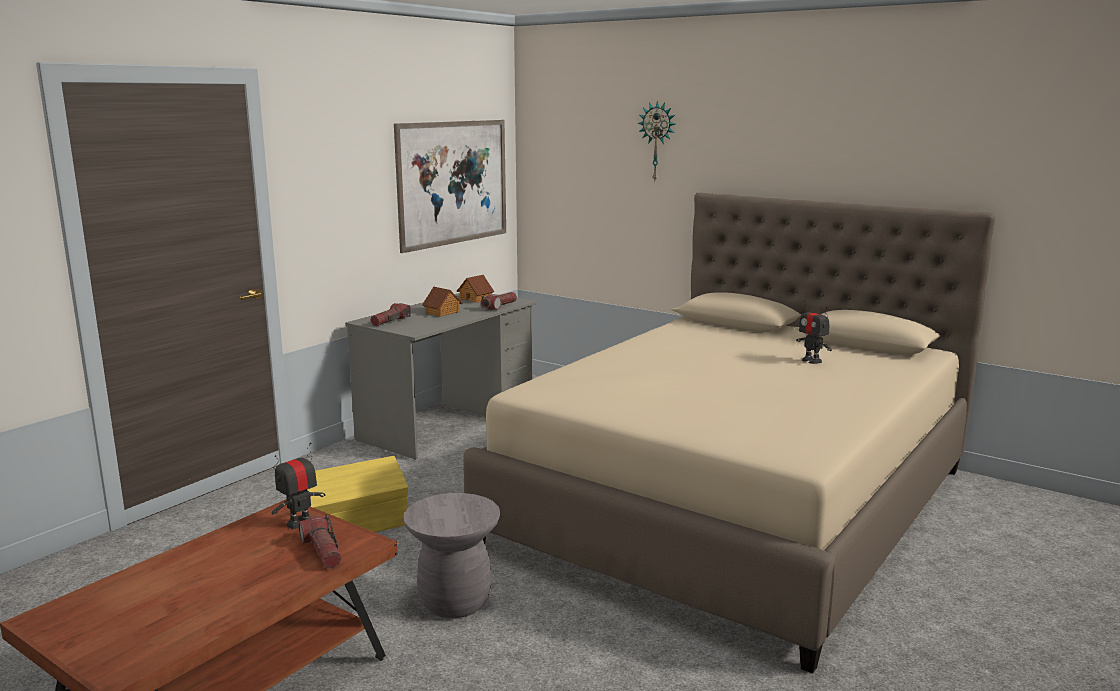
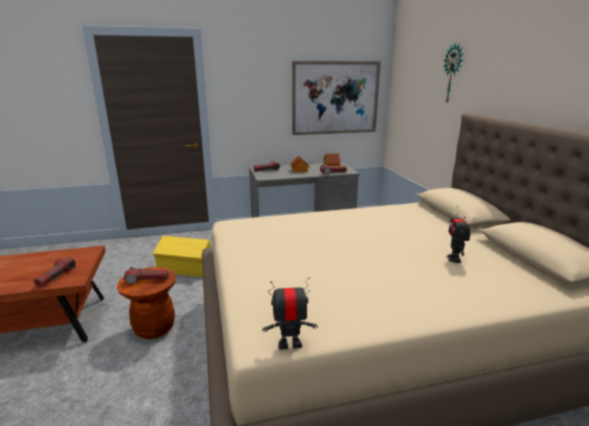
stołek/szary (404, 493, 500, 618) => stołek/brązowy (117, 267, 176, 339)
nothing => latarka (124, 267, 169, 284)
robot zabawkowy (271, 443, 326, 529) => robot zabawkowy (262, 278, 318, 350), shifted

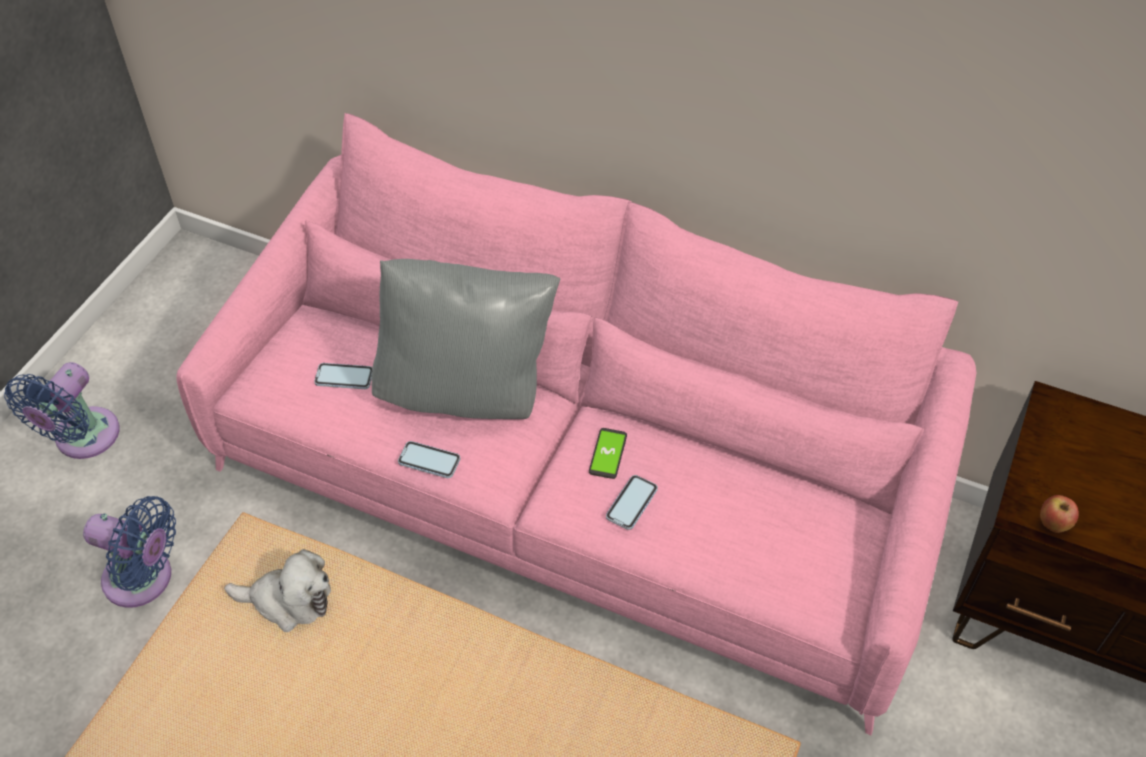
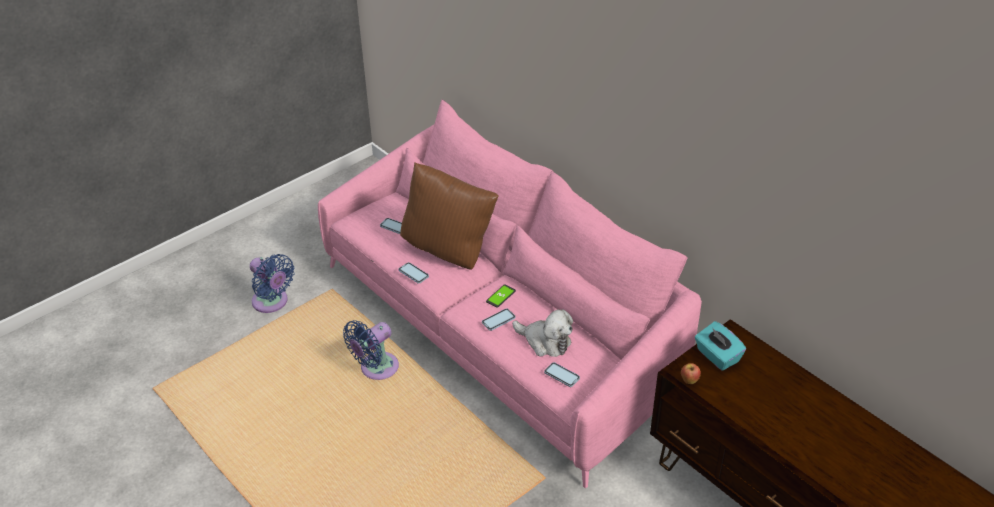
wentylator/niebieski (4, 362, 120, 459) => wentylator/niebieski (343, 320, 399, 380), shifted
poduszka/szary (372, 259, 560, 419) => poduszka/brązowy (400, 162, 499, 270)
pluszak (224, 549, 331, 632) => pluszak (512, 310, 573, 357), shifted
nothing => telefon (544, 362, 580, 387)
nothing => pudełko chusteczek/turkusowy (695, 321, 746, 371)

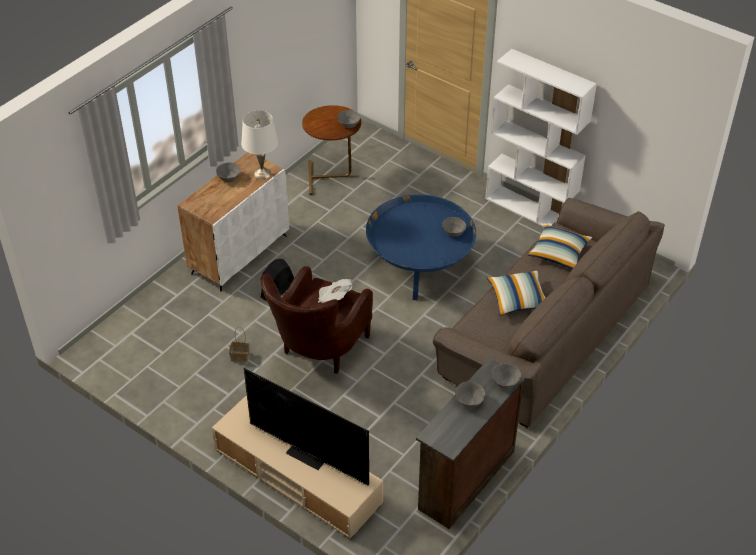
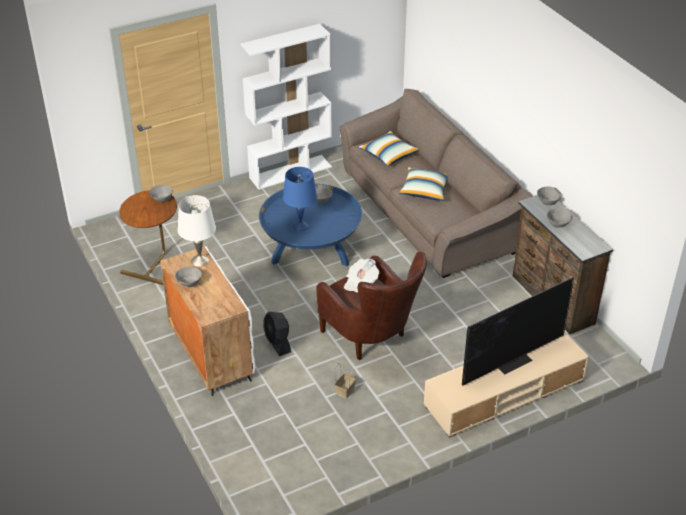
nothing => lampa stołowa/niebieski (283, 167, 317, 231)

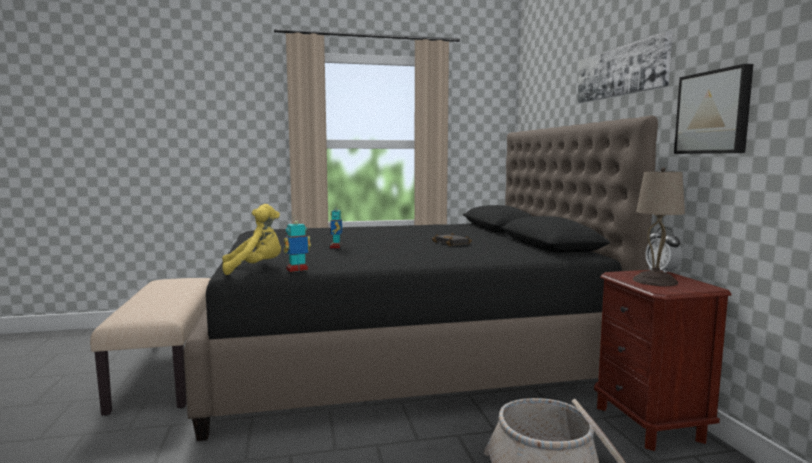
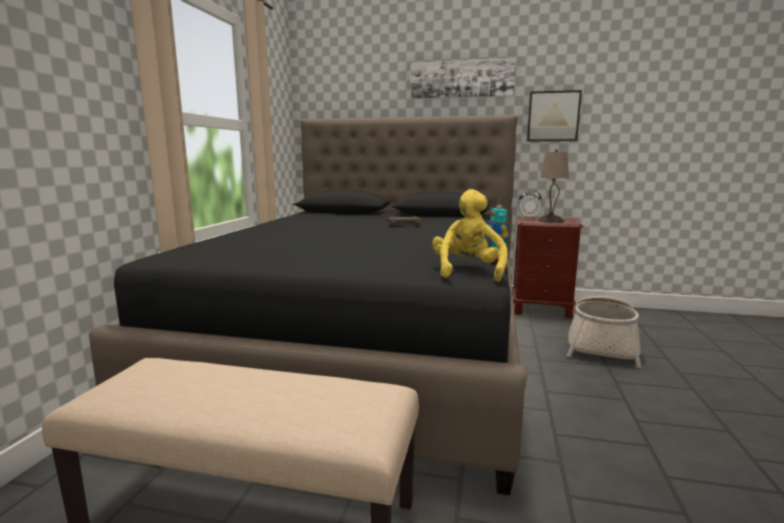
robot zabawkowy (330, 208, 342, 249) => nothing

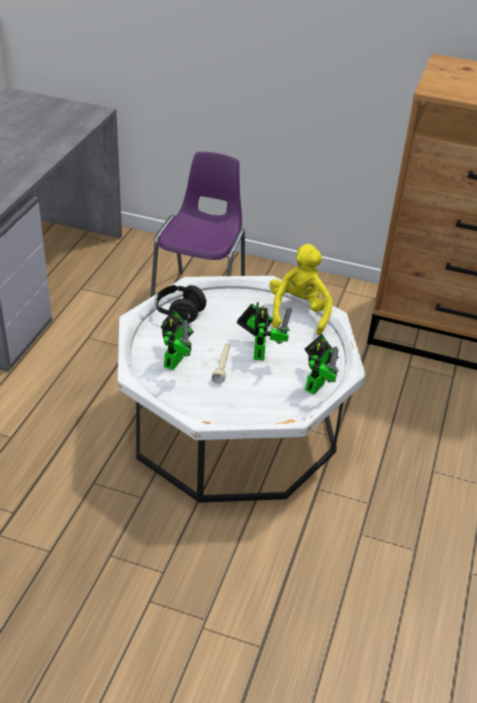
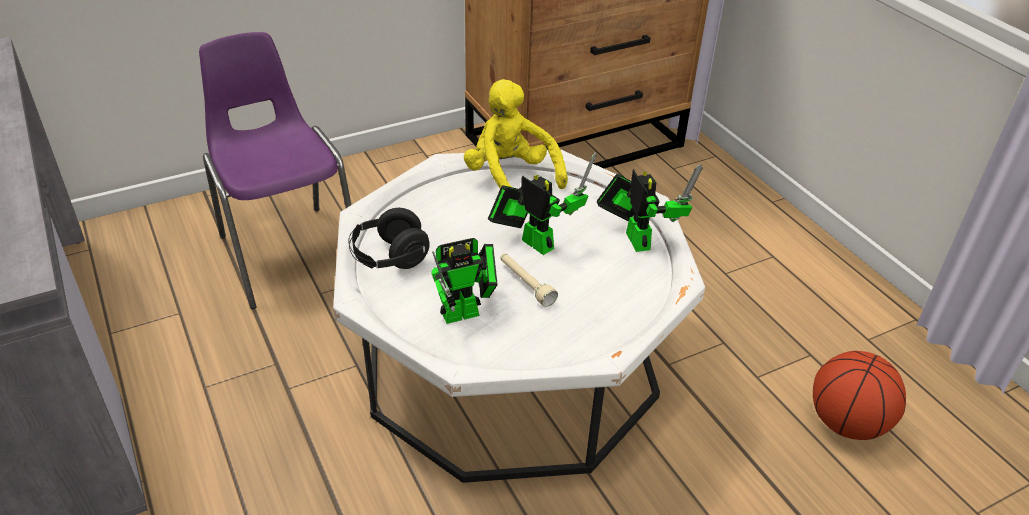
robot zabawkowy (161, 310, 194, 370) => robot zabawkowy (431, 238, 497, 324), 90 degrees clockwise
nothing => piłka do koszykówki (813, 351, 906, 440)

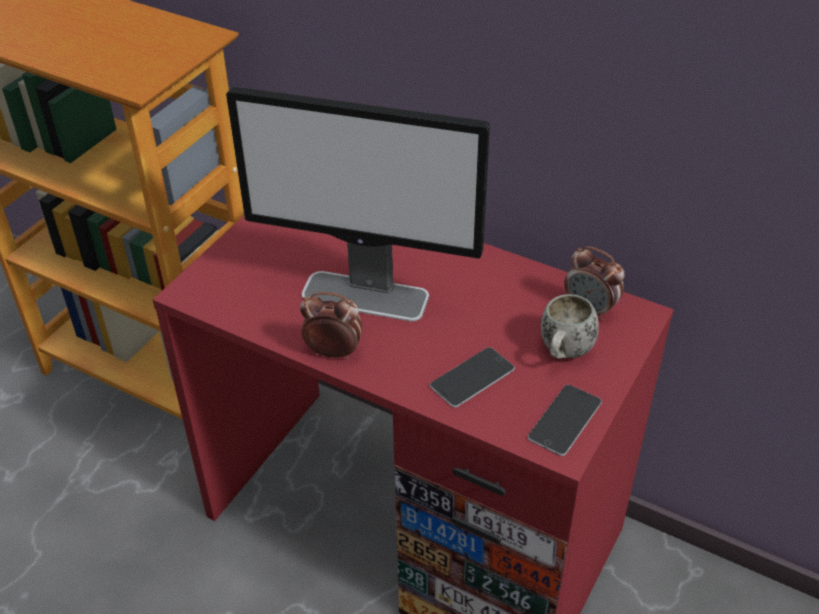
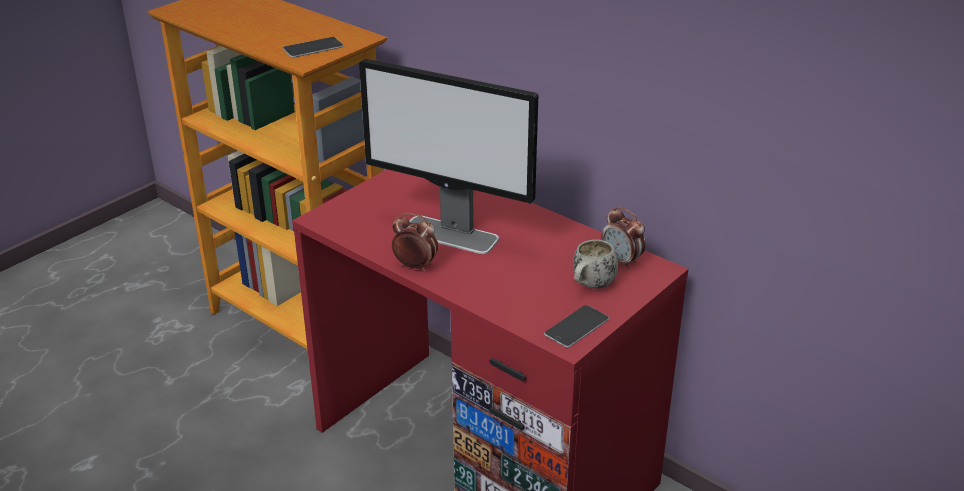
telefon (430, 347, 515, 408) => telefon (283, 37, 344, 58), shifted

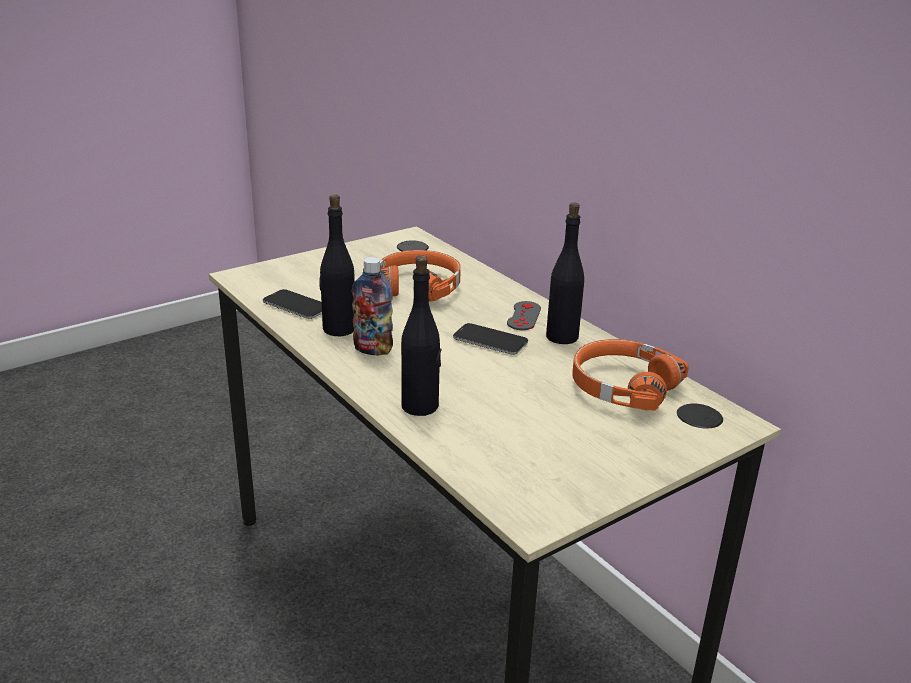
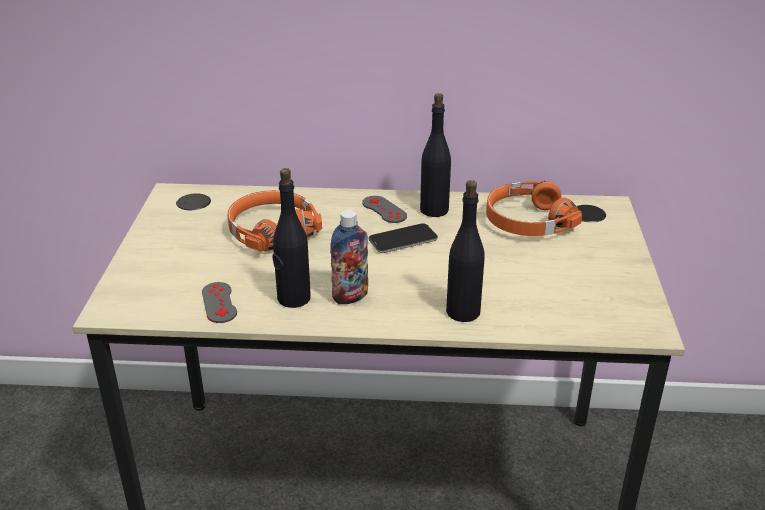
telefon (263, 289, 322, 319) => pad do gier/szary (202, 282, 237, 323)

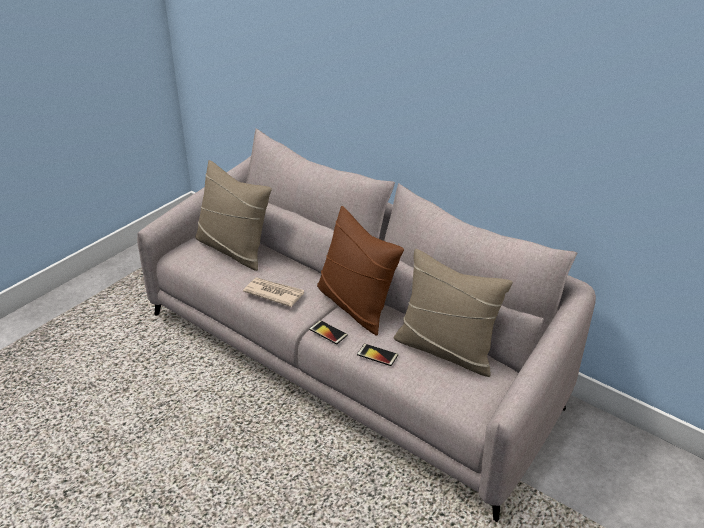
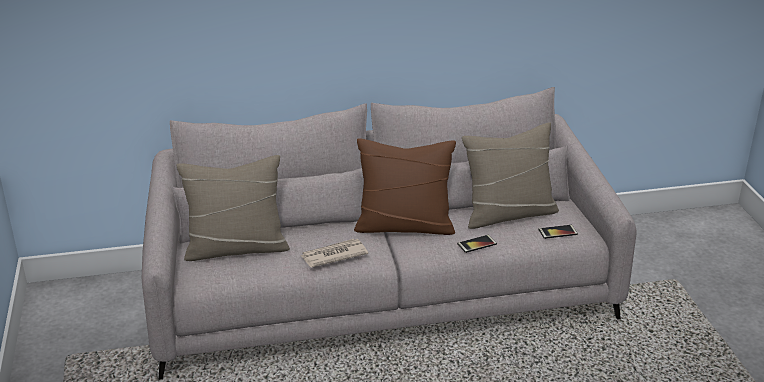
telefon (309, 320, 348, 344) => telefon (538, 225, 578, 239), shifted

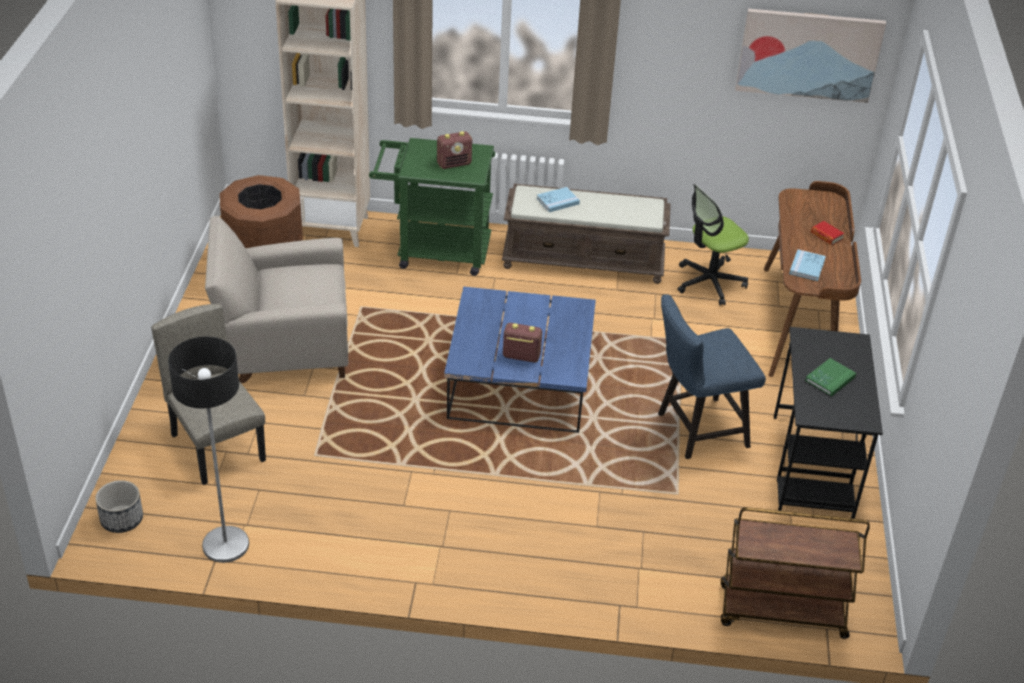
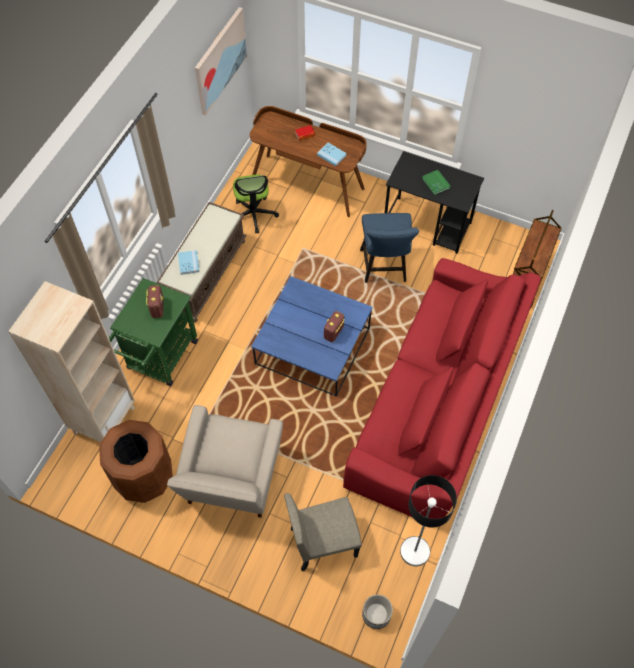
nothing => kanapa/czerwony (343, 258, 541, 519)

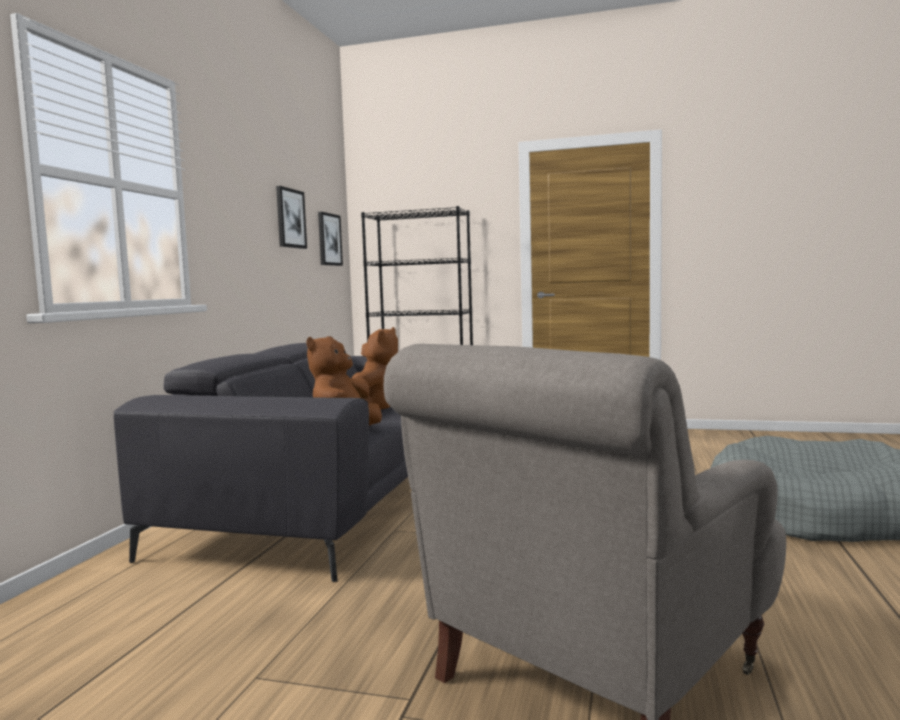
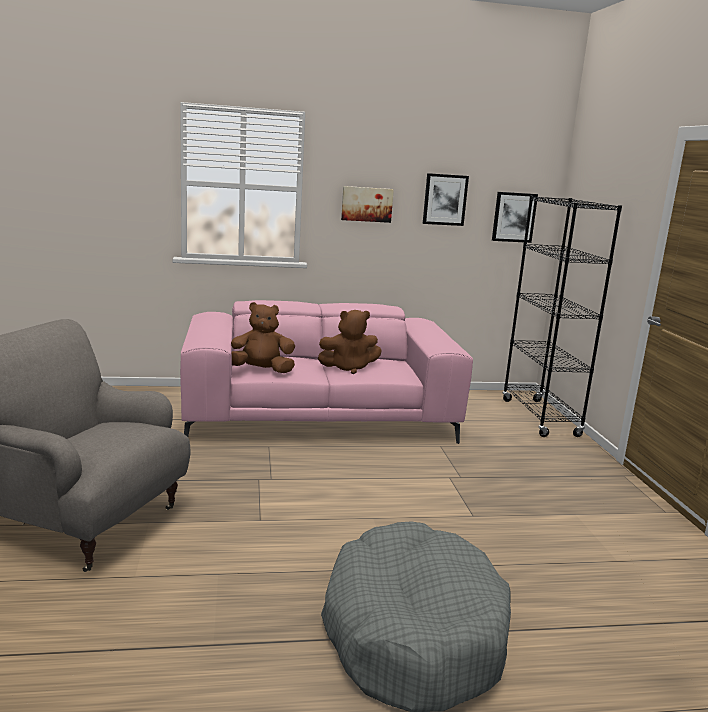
kanapa/szary (114, 343, 408, 582) => kanapa/różowy (180, 300, 473, 444)
nothing => obraz (341, 186, 394, 223)

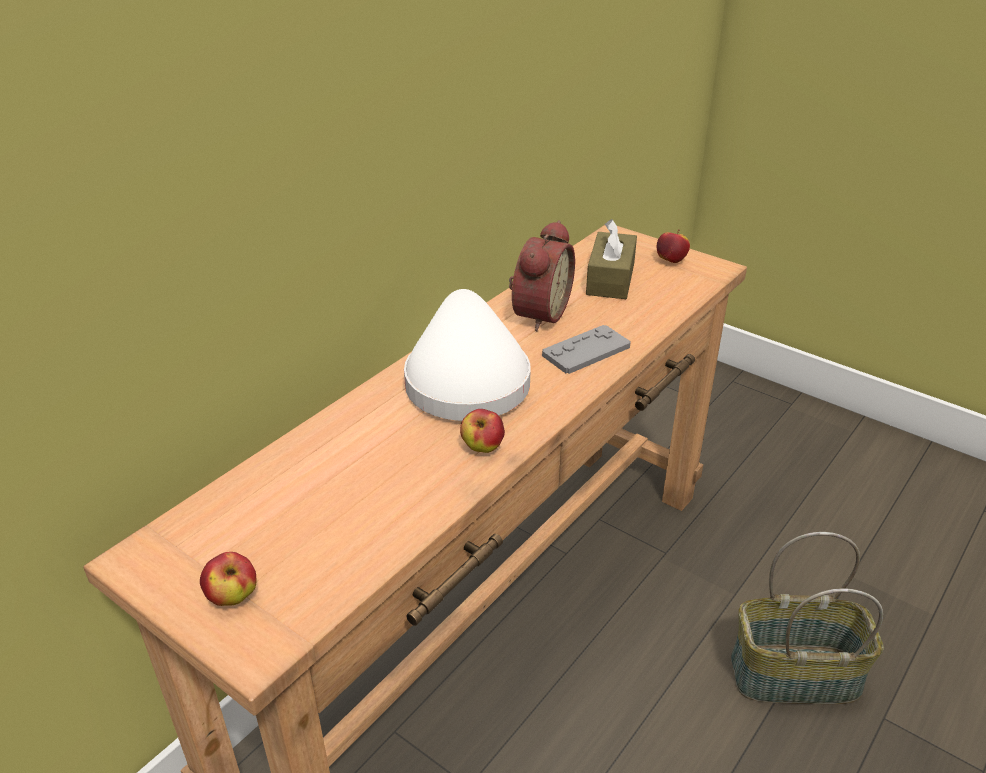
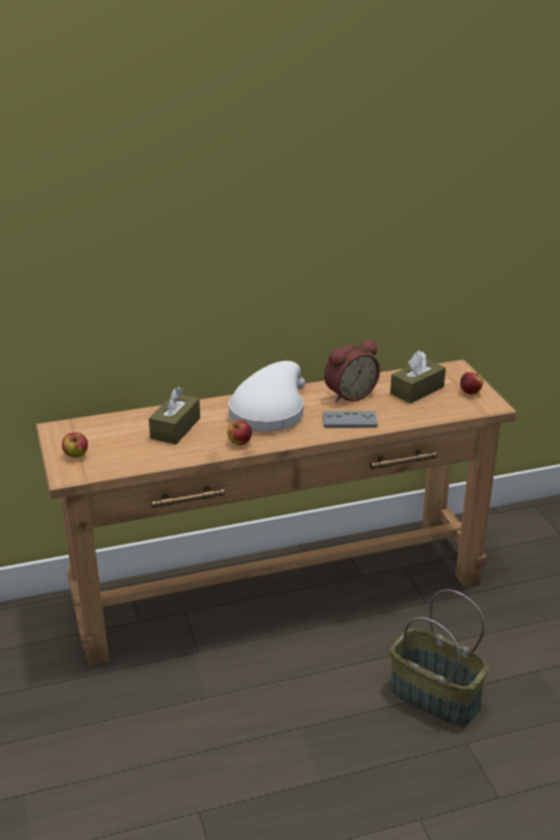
nothing => pudełko chusteczek/brązowy (149, 386, 200, 444)

